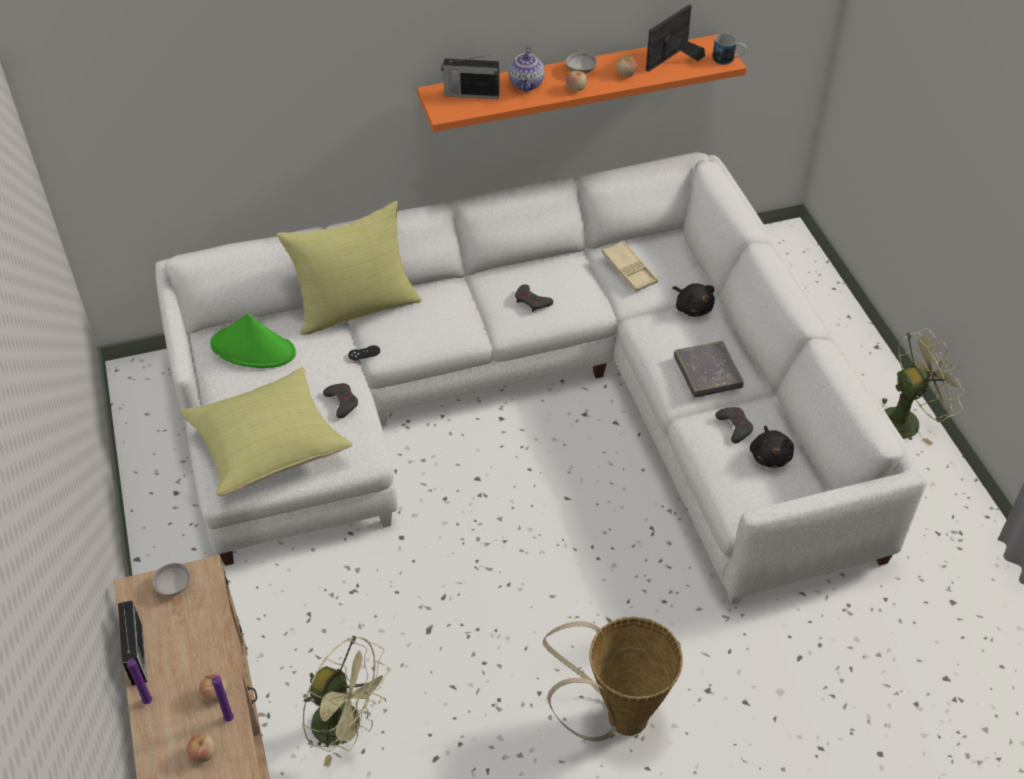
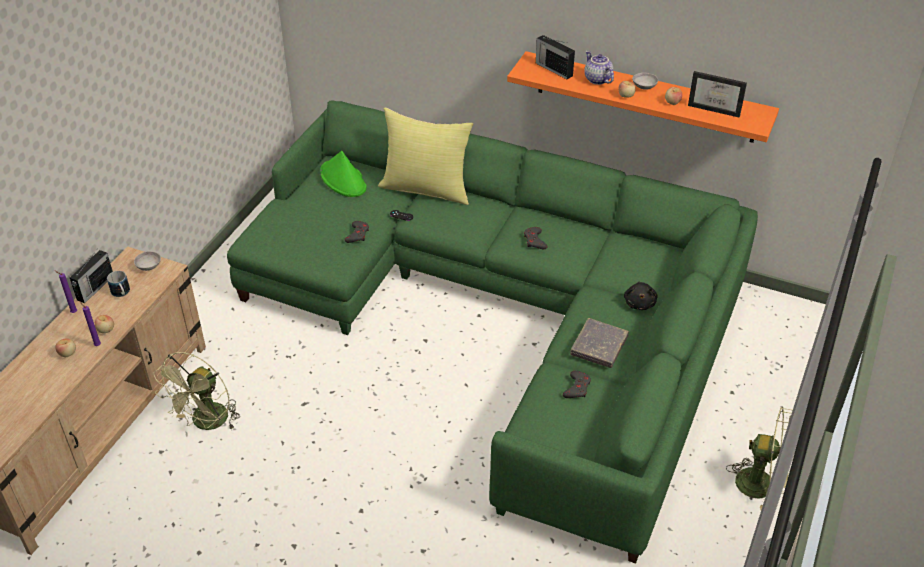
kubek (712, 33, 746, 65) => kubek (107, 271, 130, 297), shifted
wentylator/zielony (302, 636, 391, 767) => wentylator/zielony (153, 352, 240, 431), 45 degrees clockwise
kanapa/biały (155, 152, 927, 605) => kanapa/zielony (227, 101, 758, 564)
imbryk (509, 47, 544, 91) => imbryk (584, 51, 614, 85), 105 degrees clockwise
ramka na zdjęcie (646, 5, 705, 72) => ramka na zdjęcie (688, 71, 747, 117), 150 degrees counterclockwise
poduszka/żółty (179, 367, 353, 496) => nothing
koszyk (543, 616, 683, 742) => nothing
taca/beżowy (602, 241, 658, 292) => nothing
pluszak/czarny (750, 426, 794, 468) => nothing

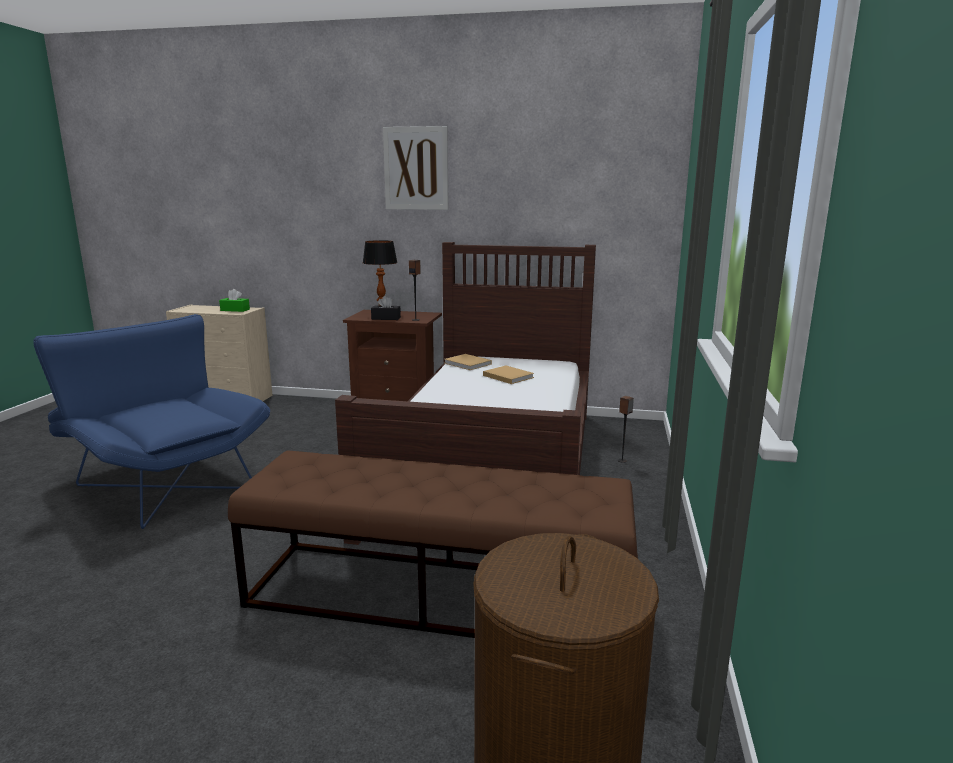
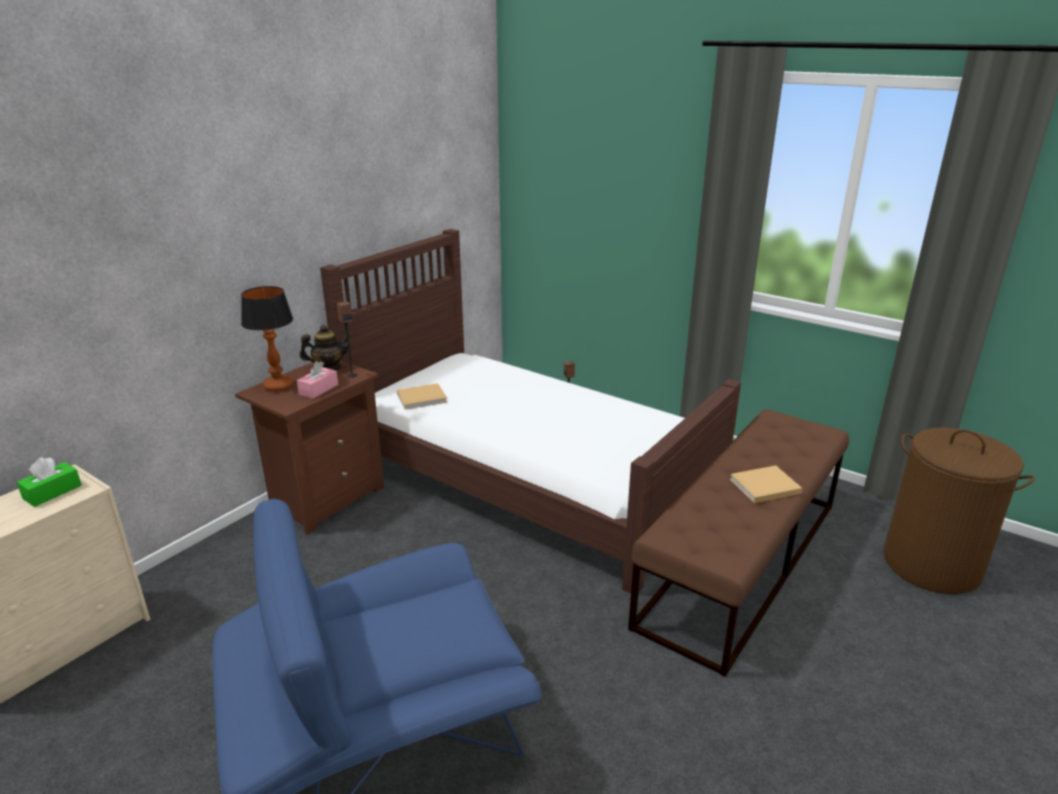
pudełko chusteczek/czarny (371, 296, 401, 320) => pudełko chusteczek/różowy (297, 361, 338, 399)
nothing => imbryk (300, 325, 351, 370)
książka/beżowy (483, 365, 534, 384) => książka/beżowy (730, 465, 802, 503), shifted
obraz (383, 126, 448, 210) => nothing

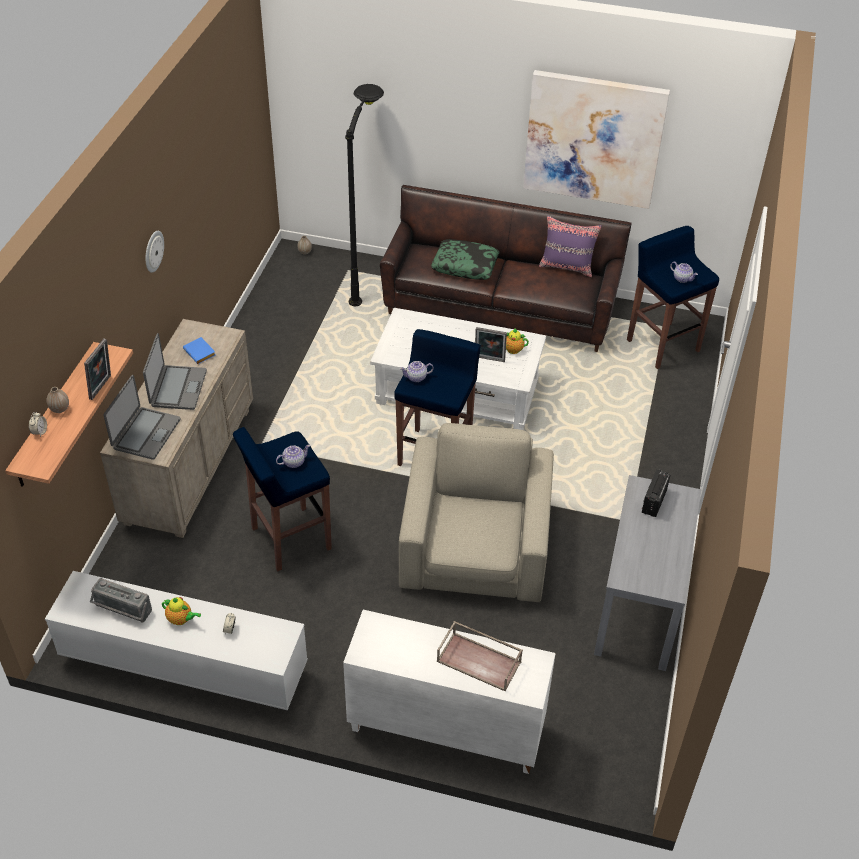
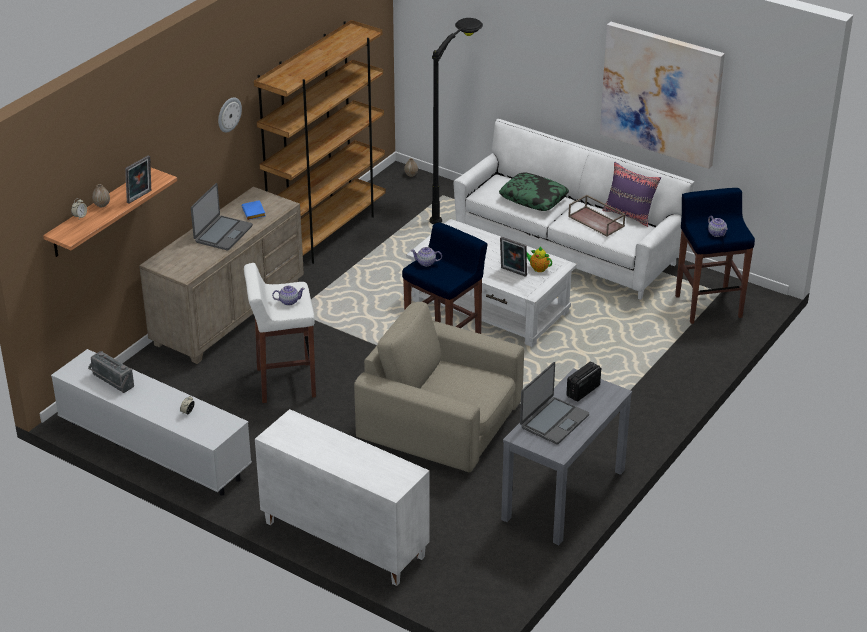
stołek/niebieski (233, 427, 332, 572) => stołek/biały (244, 263, 316, 403)
nothing => regał/brązowy (254, 20, 386, 264)
fotel/beżowy (399, 423, 554, 602) => fotel/beżowy (354, 302, 524, 472), 90 degrees counterclockwise
kanapa/brązowy (380, 185, 632, 352) => kanapa/biały (453, 119, 694, 300)
laptop (103, 375, 181, 460) => laptop (520, 362, 589, 444), shifted
taca/brązowy (437, 621, 523, 692) => taca/brązowy (568, 195, 626, 237), shifted
imbryk (162, 597, 201, 625) => nothing

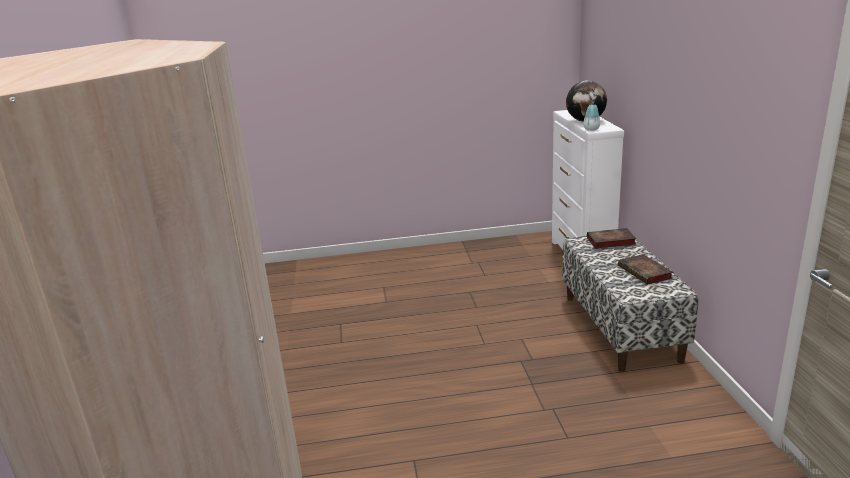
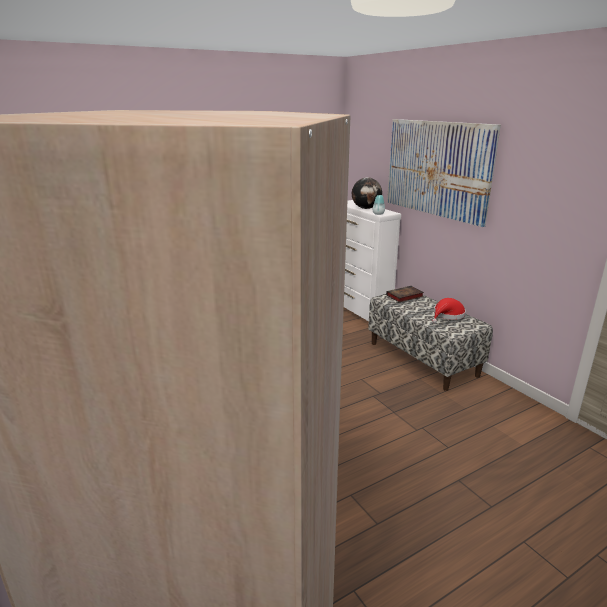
nothing => obraz (387, 119, 501, 227)
książka (618, 254, 673, 285) => kapelusz/czerwony (432, 298, 466, 323)

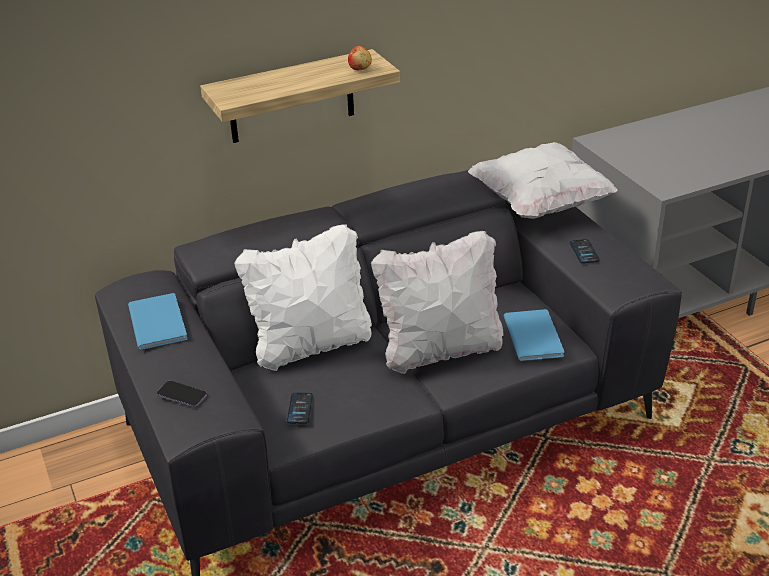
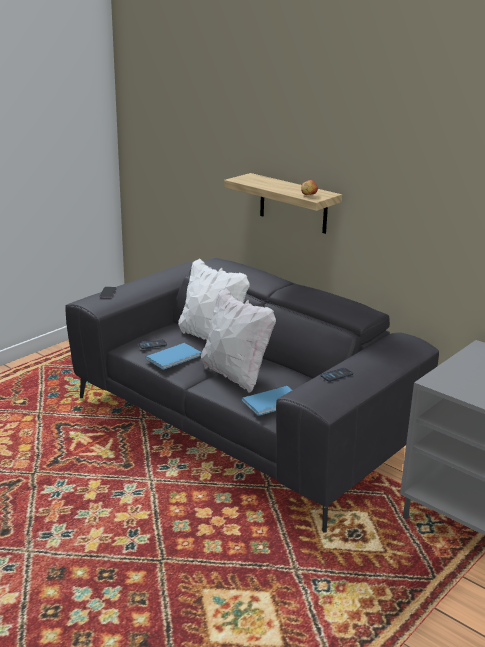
książka/niebieski (128, 293, 188, 350) => książka/niebieski (146, 343, 201, 370), shifted
poduszka/biały (468, 142, 617, 219) => nothing

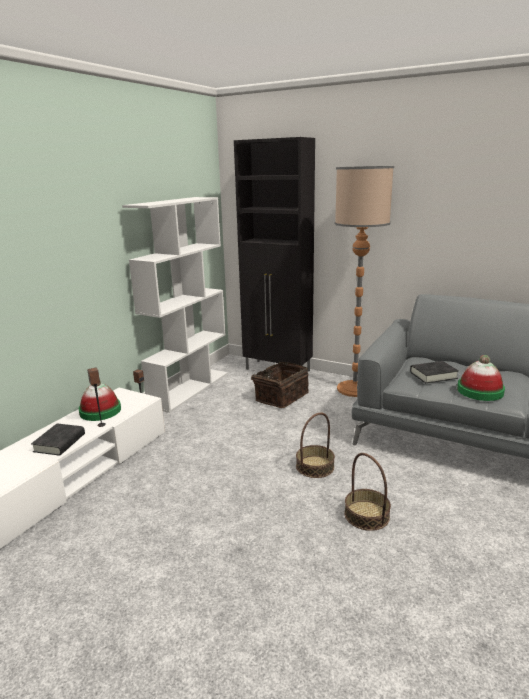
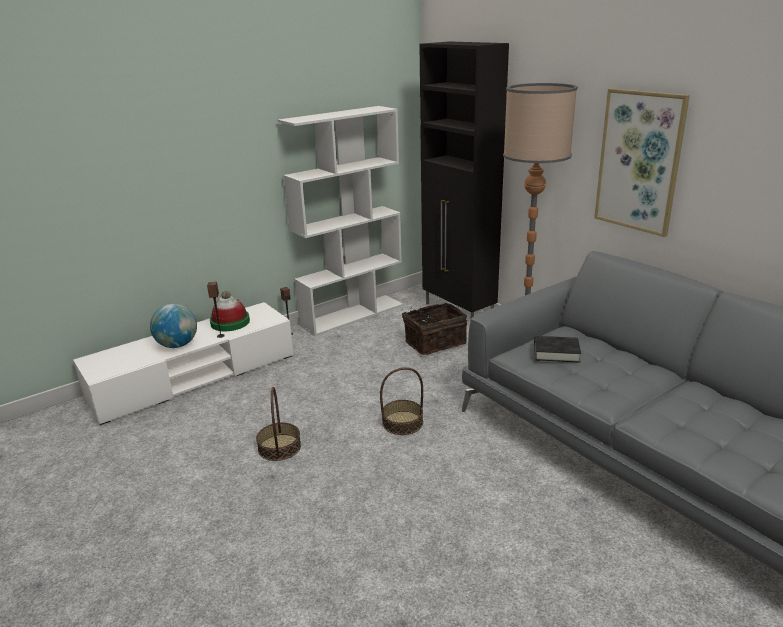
książka/czarny (31, 424, 85, 456) => globus (150, 304, 197, 348)
koszyk (344, 453, 391, 531) => koszyk (256, 387, 301, 461), shifted
nothing => obraz (594, 88, 690, 237)
kapelusz (457, 355, 505, 401) => nothing

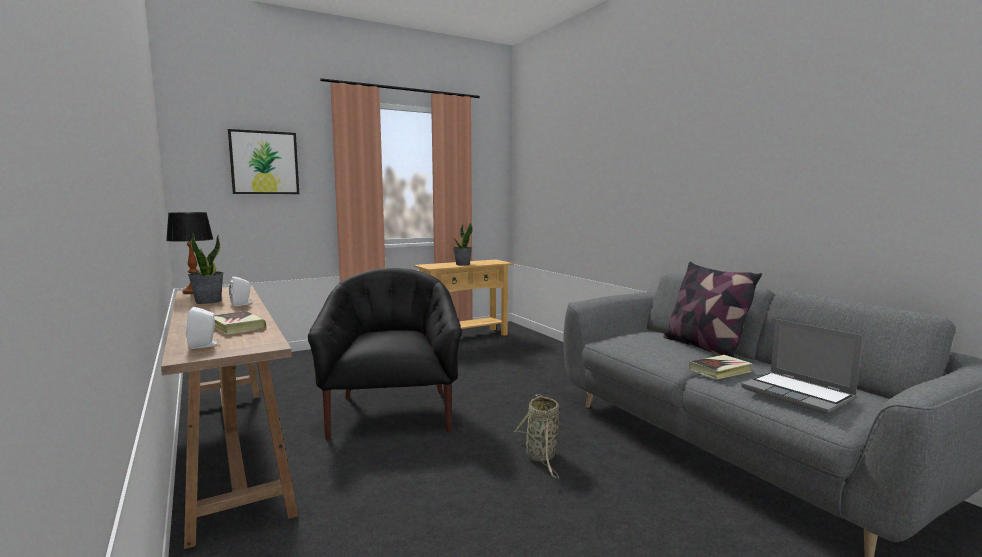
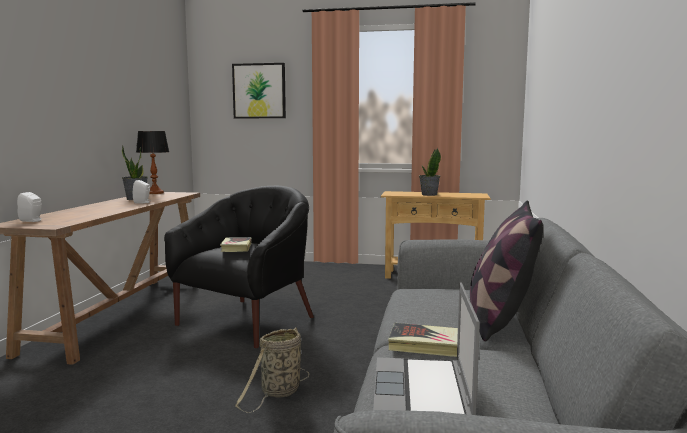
książka (214, 311, 266, 335) => książka (220, 237, 252, 252), shifted

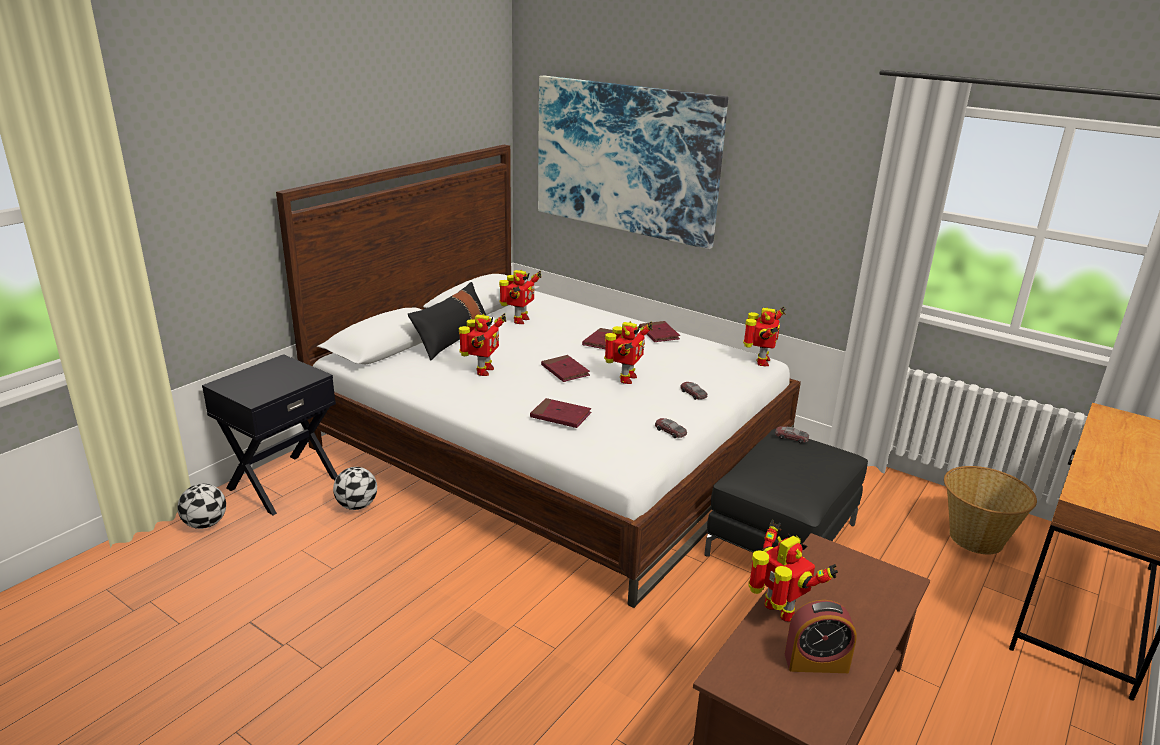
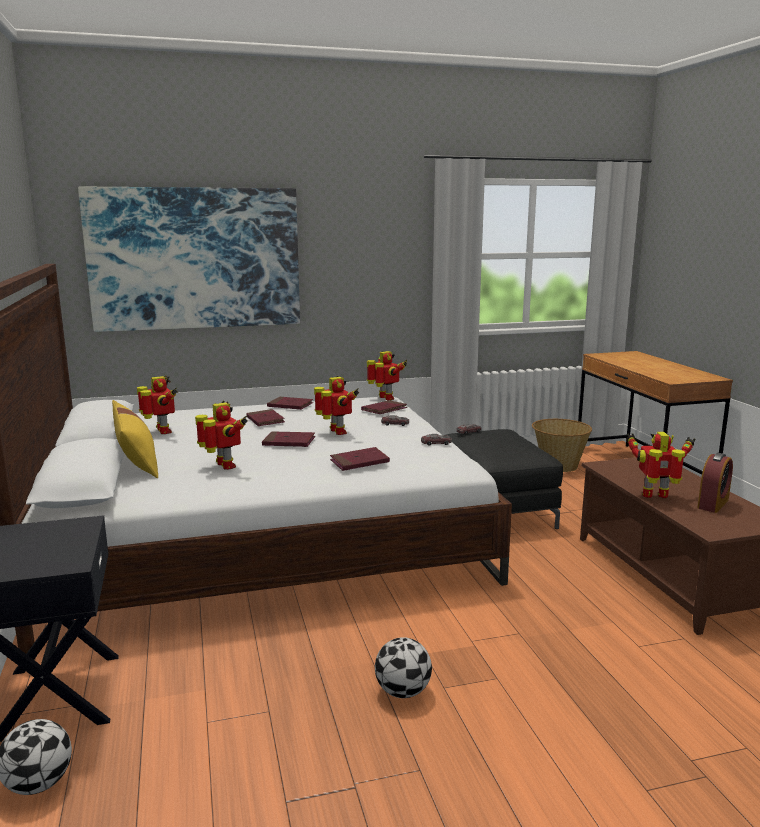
poduszka/czarny (408, 282, 486, 361) => poduszka/żółty (112, 400, 158, 478)
nothing => książka/czerwony (361, 400, 407, 414)
piłka futbolowa (333, 467, 377, 510) => piłka futbolowa (375, 637, 432, 698), shifted

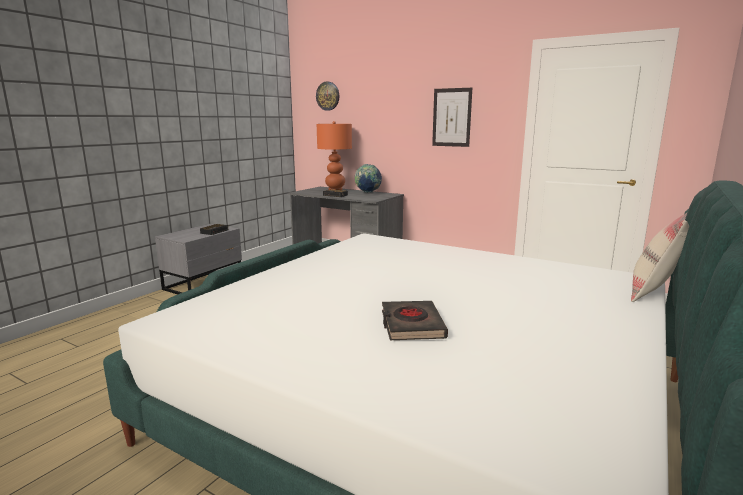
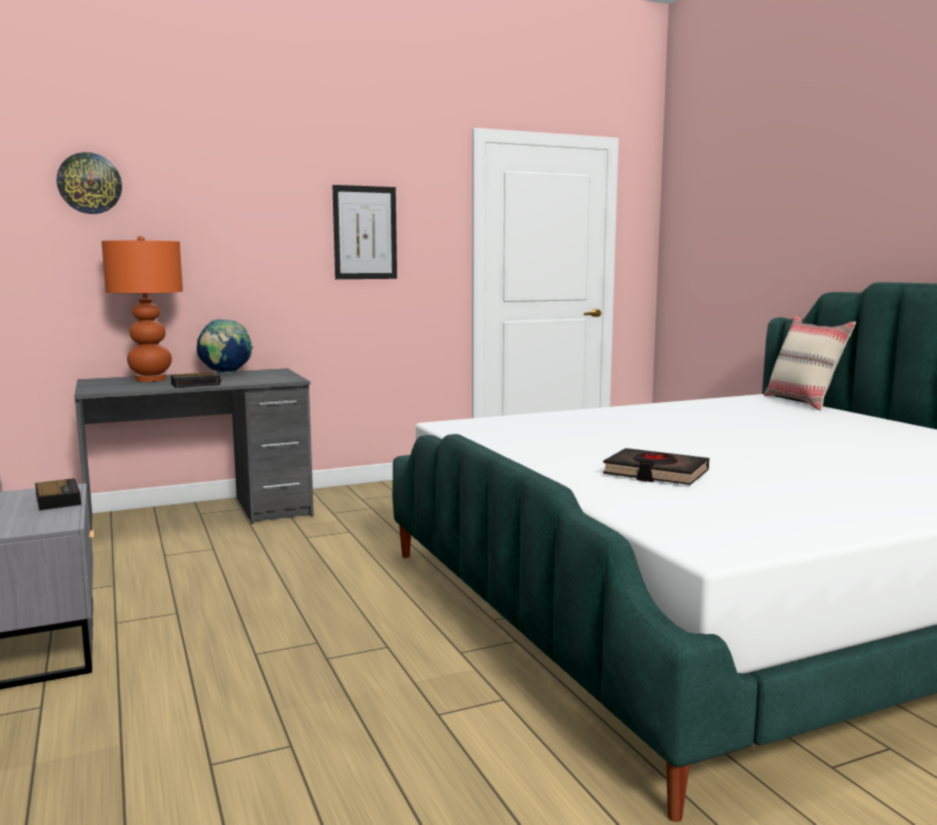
książka/czarny (382, 301, 448, 340) => książka/czarny (603, 448, 709, 485), shifted

